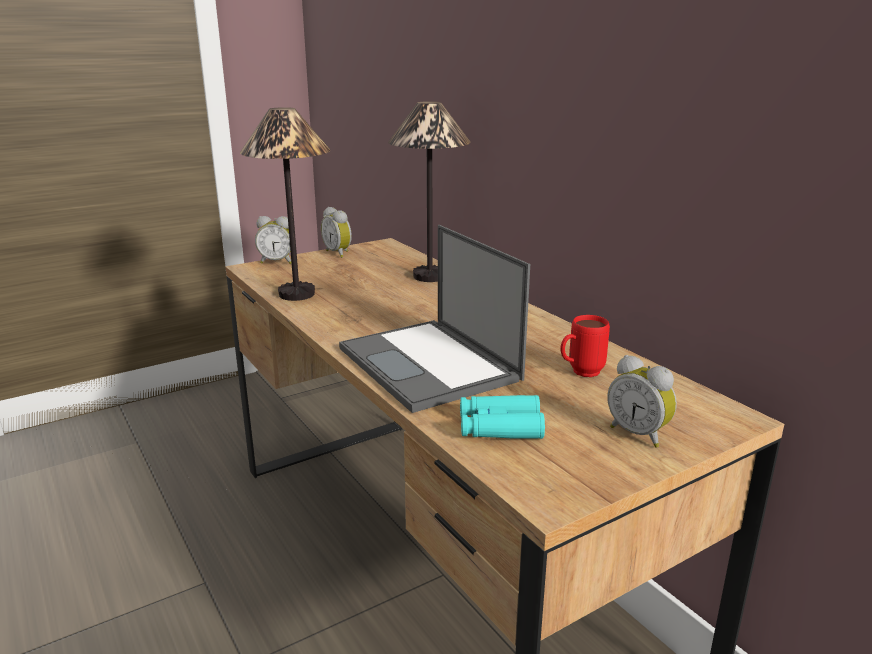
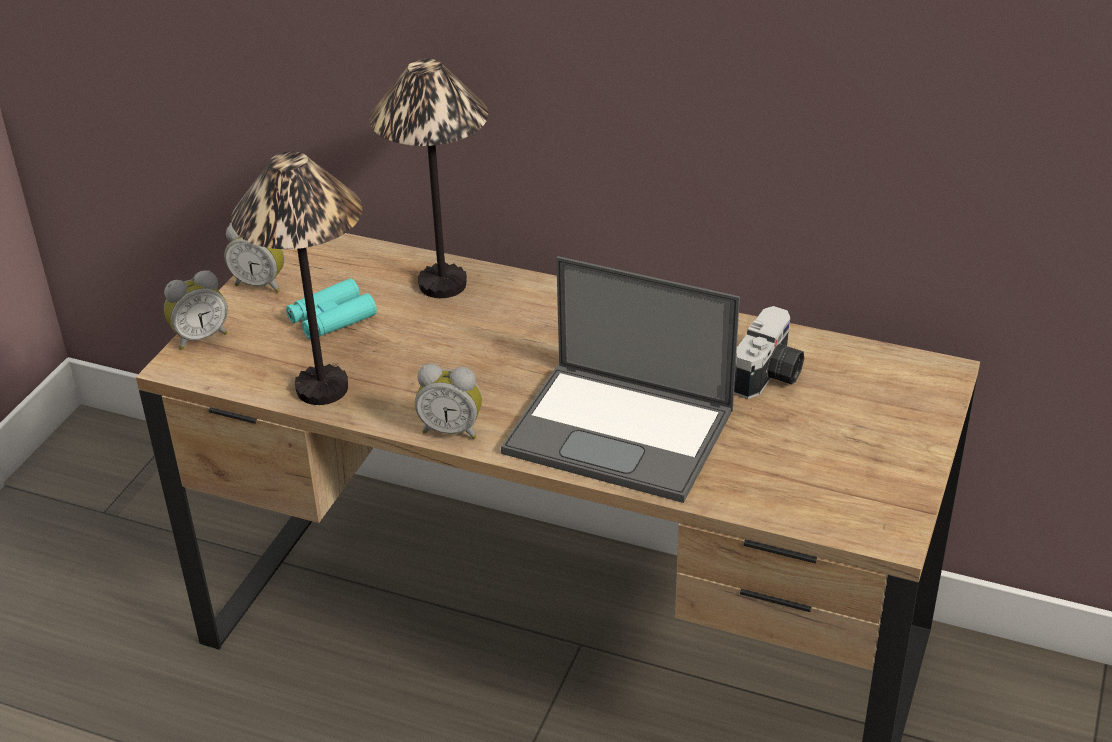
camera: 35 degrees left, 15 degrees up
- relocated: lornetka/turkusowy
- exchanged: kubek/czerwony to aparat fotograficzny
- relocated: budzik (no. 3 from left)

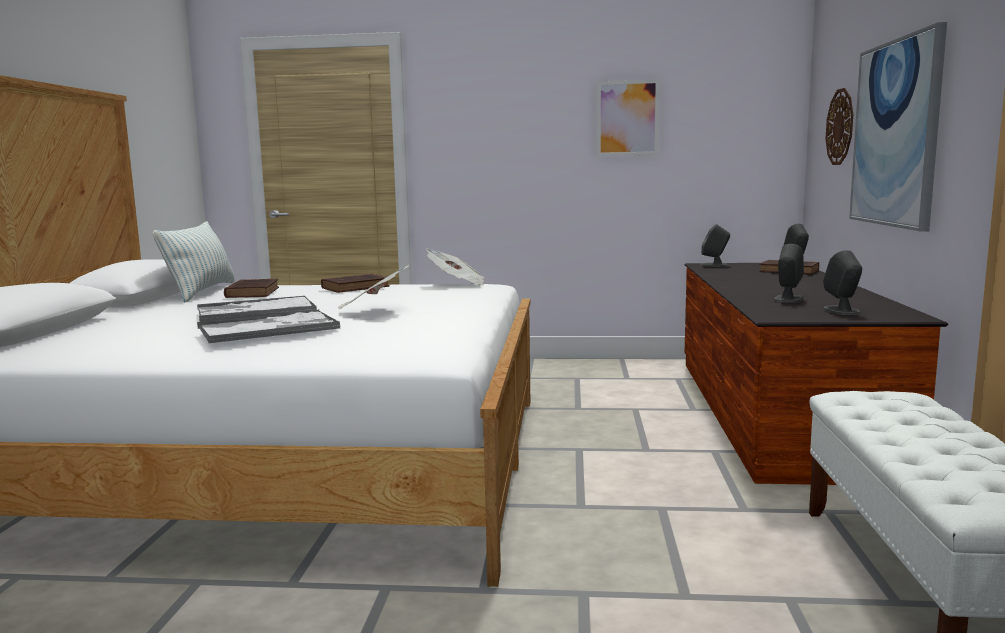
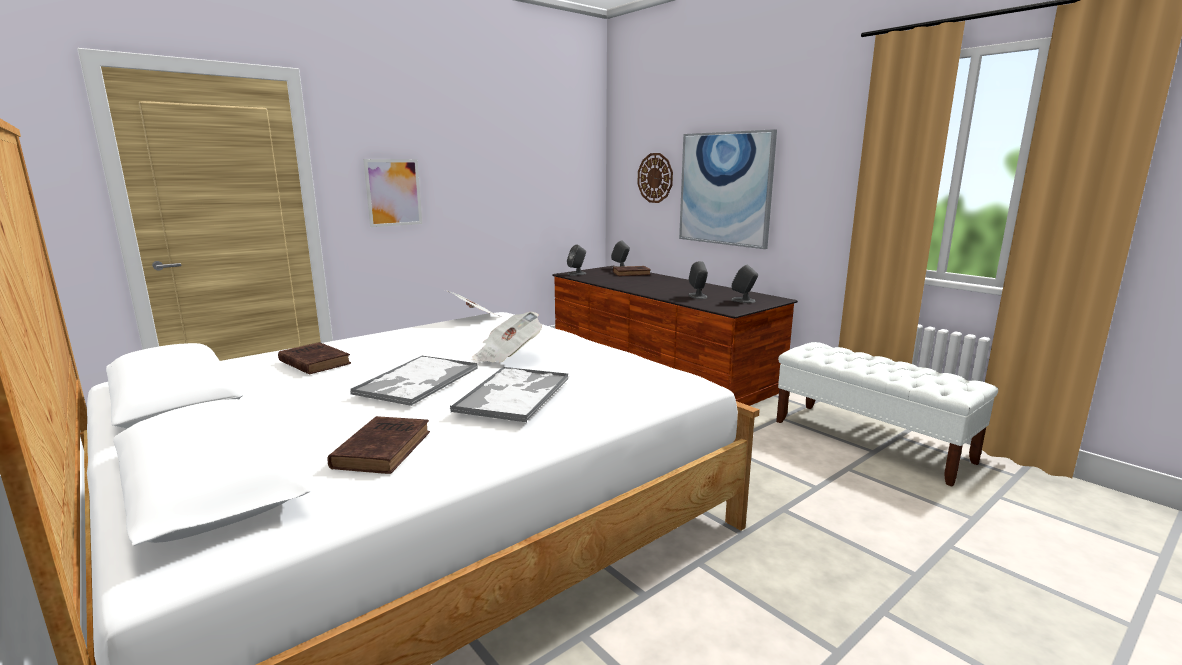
camera: 45 degrees left, 5 degrees up
- missing: poduszka
- relocated: książka/brązowy (no. 2 from left)
- relocated: obraz (no. 1 from left)

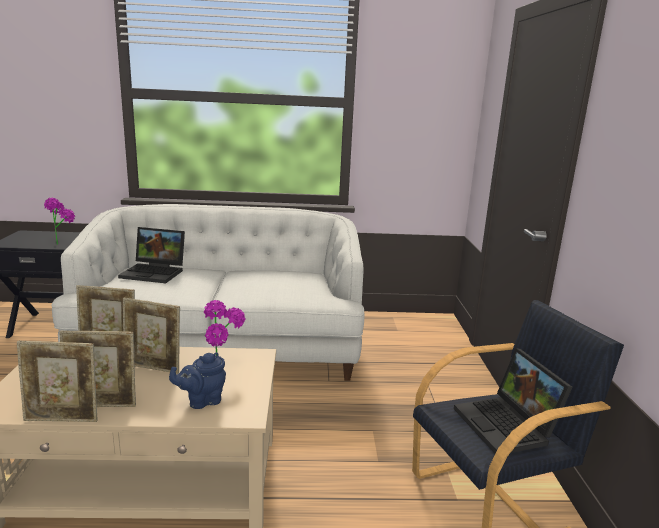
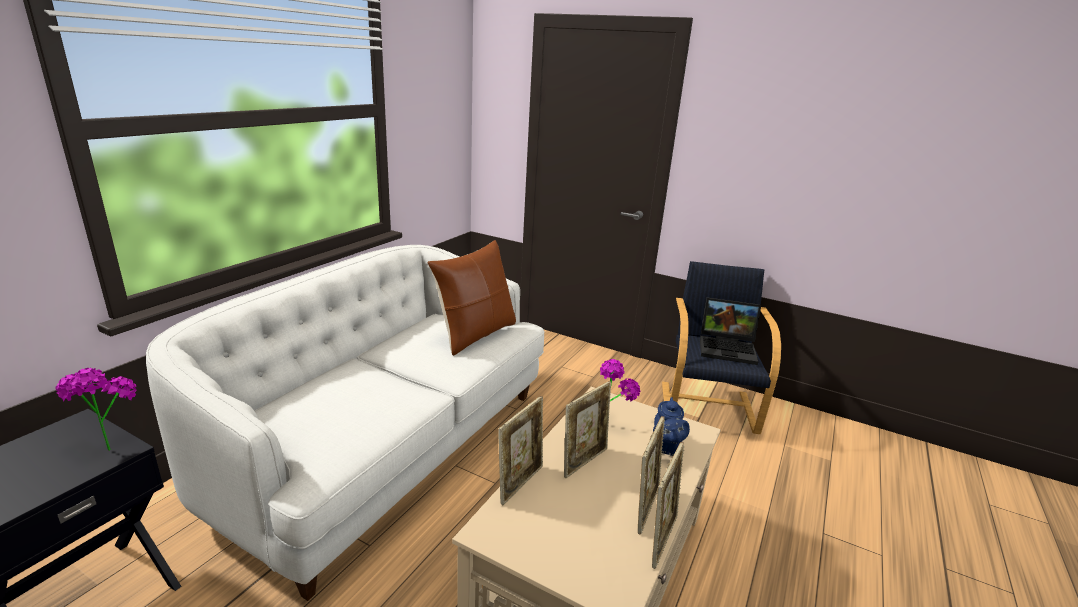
camera: 60 degrees left, 5 degrees up
- missing: laptop (no. 1 from left)
- appeared: poduszka/brązowy

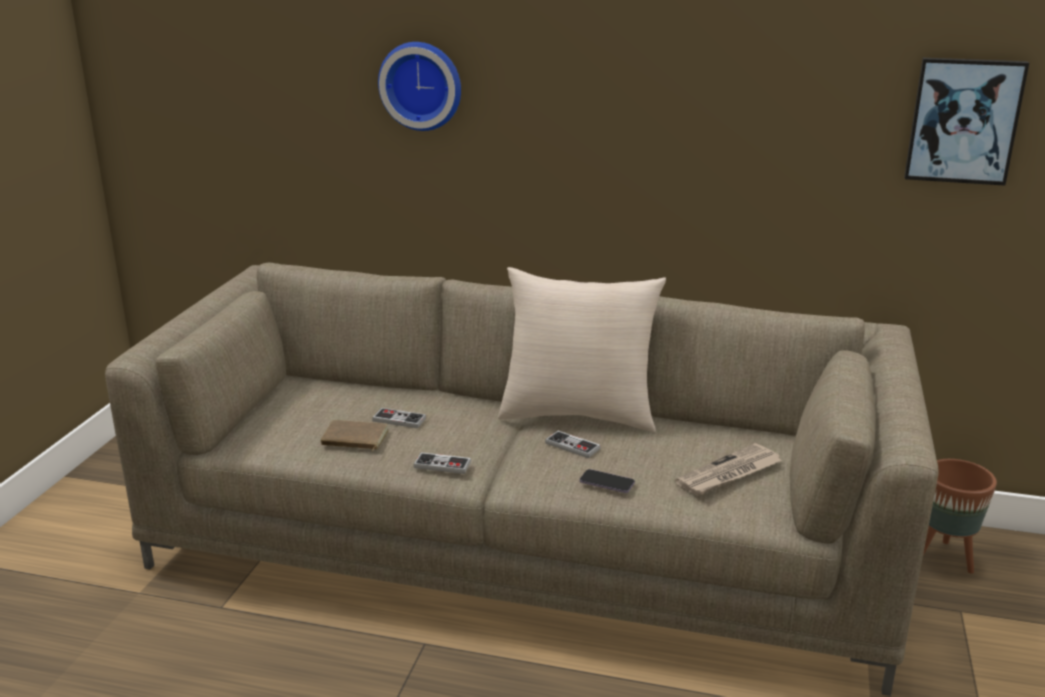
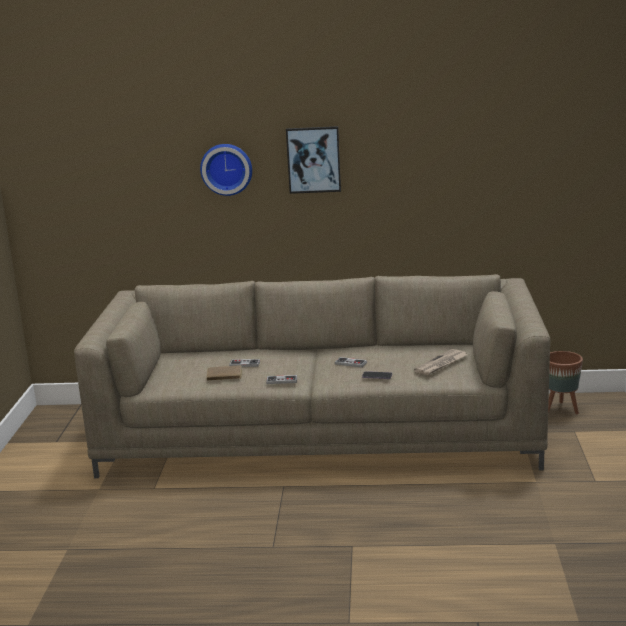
camera: 10 degrees left, 5 degrees down
- missing: poduszka/beżowy
- relocated: obraz

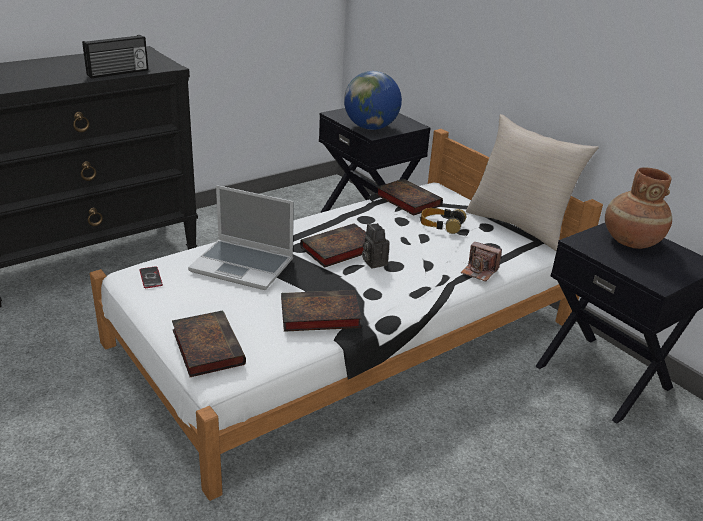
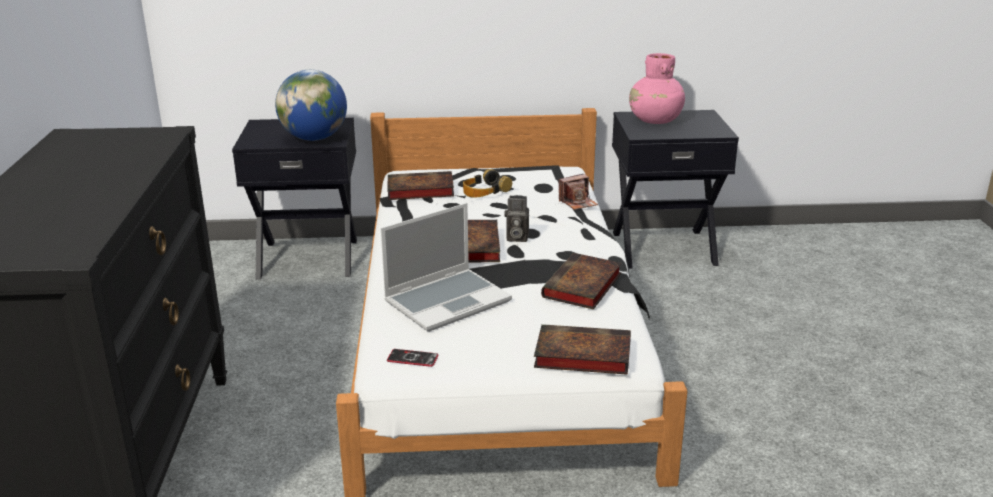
camera: 55 degrees left, 5 degrees down
- missing: radio
- missing: poduszka/beżowy
- colour: wazon/brązowy to wazon/różowy

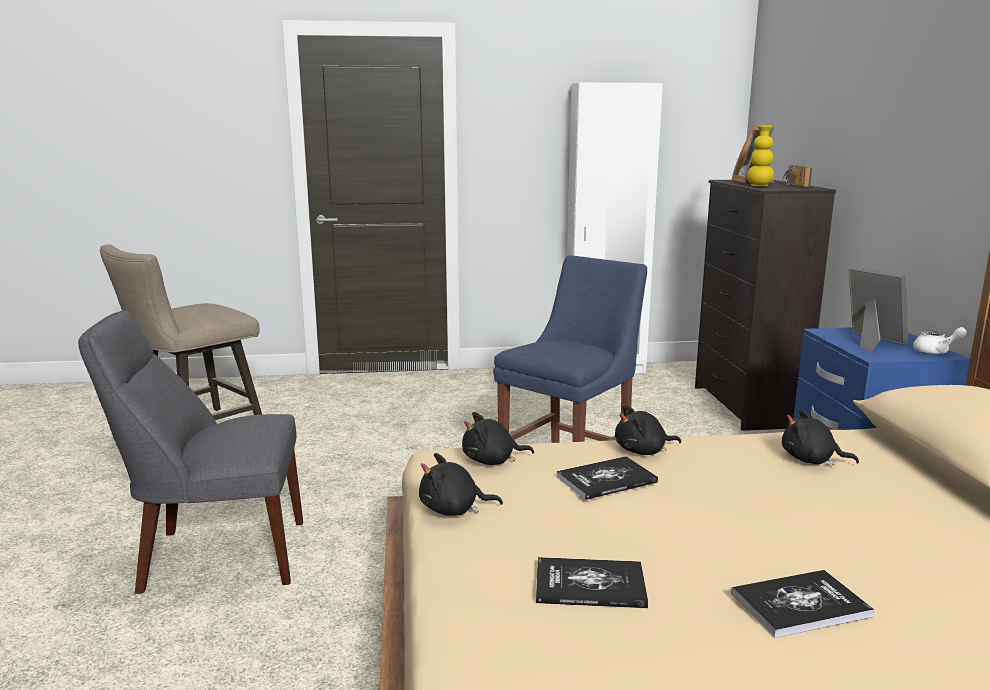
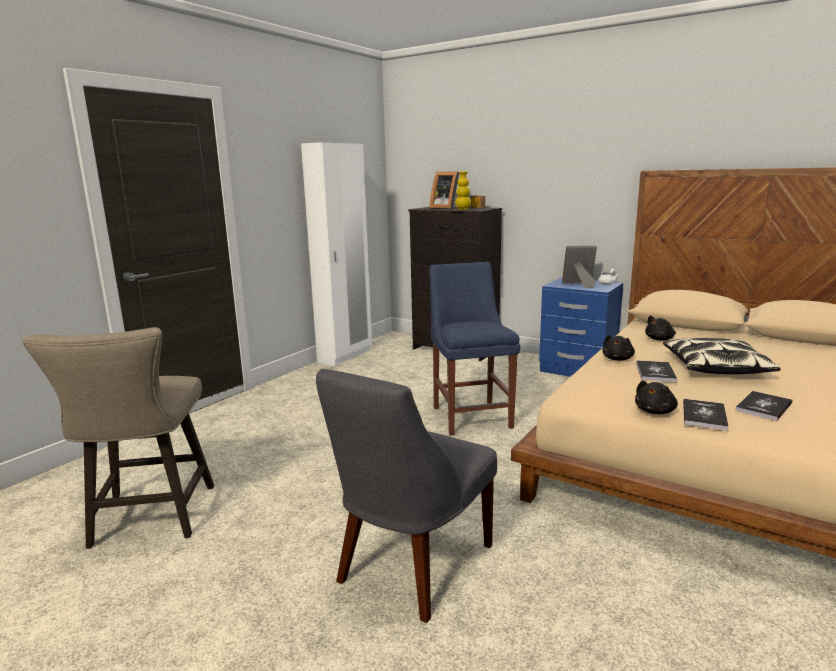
camera: 50 degrees left, 0 degrees up
- missing: pluszak/czarny (no. 2 from left)
- relocated: książka (no. 3 from left in the first image) to książka (no. 2 from left)
- appeared: poduszka

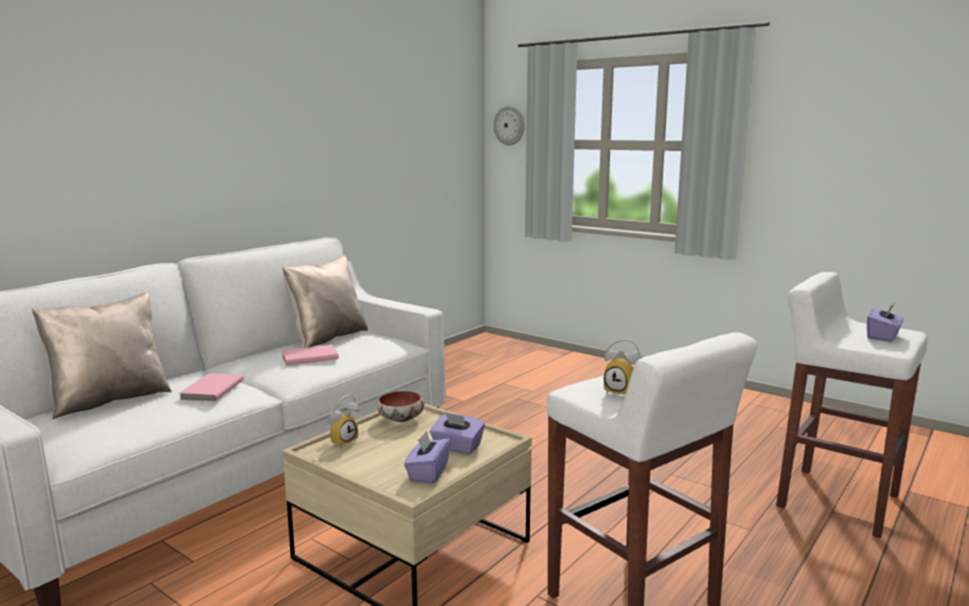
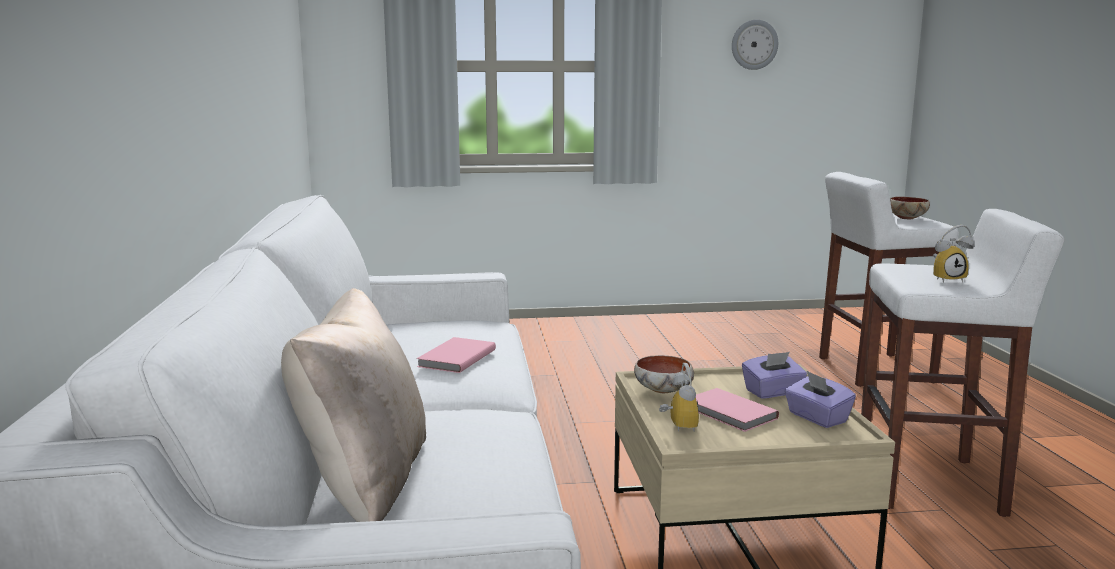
camera: 45 degrees left, 0 degrees up
- relocated: książka/różowy (no. 1 from left in the first image) to książka/różowy (no. 2 from left)
- missing: poduszka/beżowy (no. 2 from left)
- relocated: zegar ścienny
- exchanged: pudełko chusteczek/fioletowy (no. 3 from left) to miska (no. 2 from left)

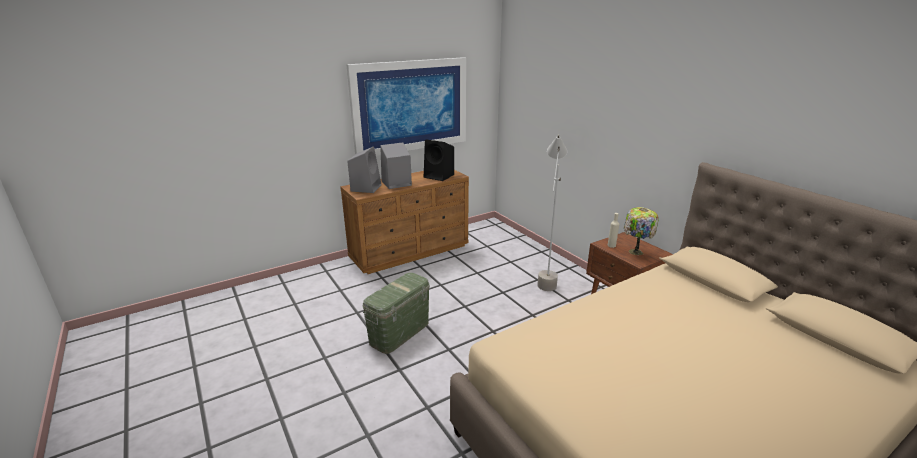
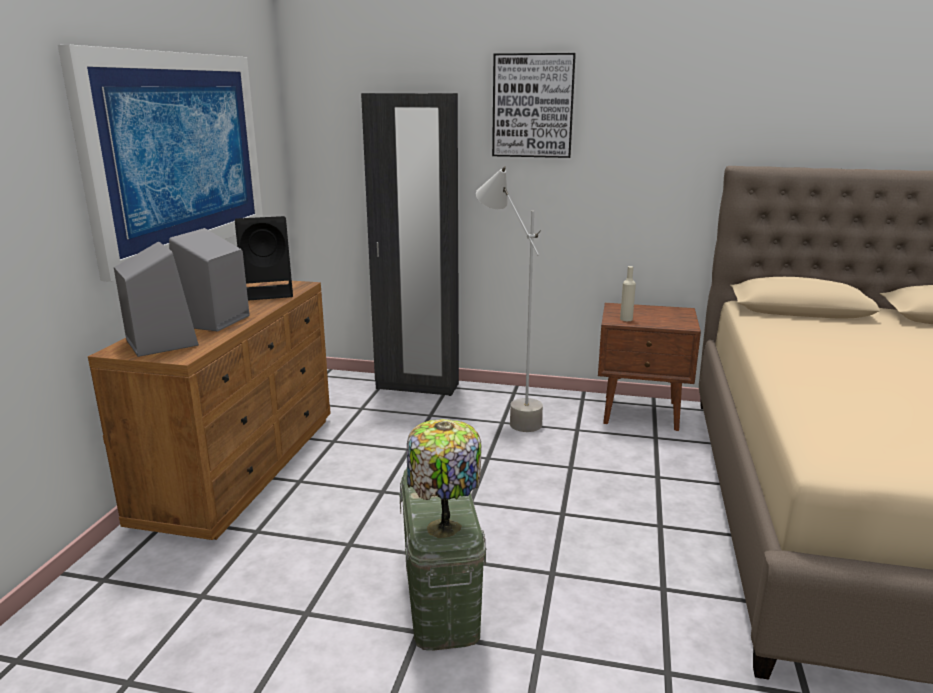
camera: 45 degrees left, 5 degrees down
- relocated: lampa stołowa
- appeared: szafa/czarny
- appeared: obraz (no. 2 from left)

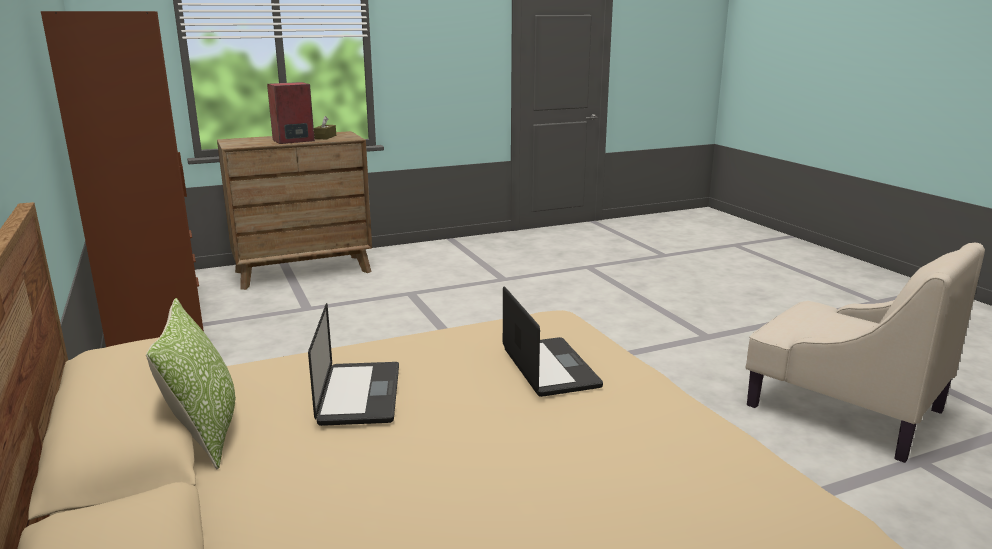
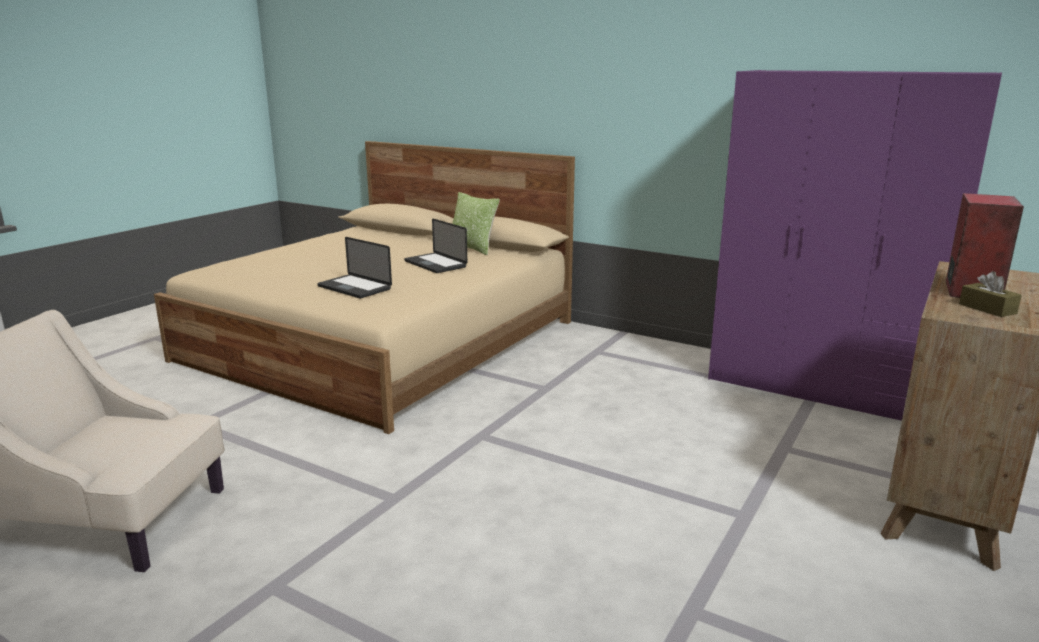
camera: 145 degrees right, 0 degrees up
- colour: szafa/brązowy to szafa/fioletowy

